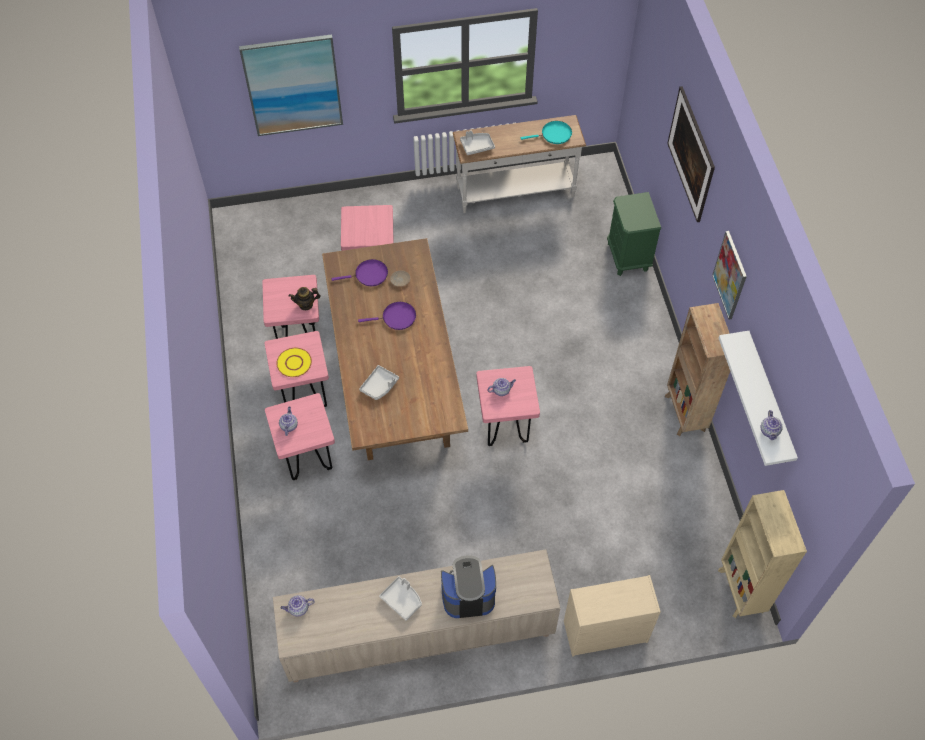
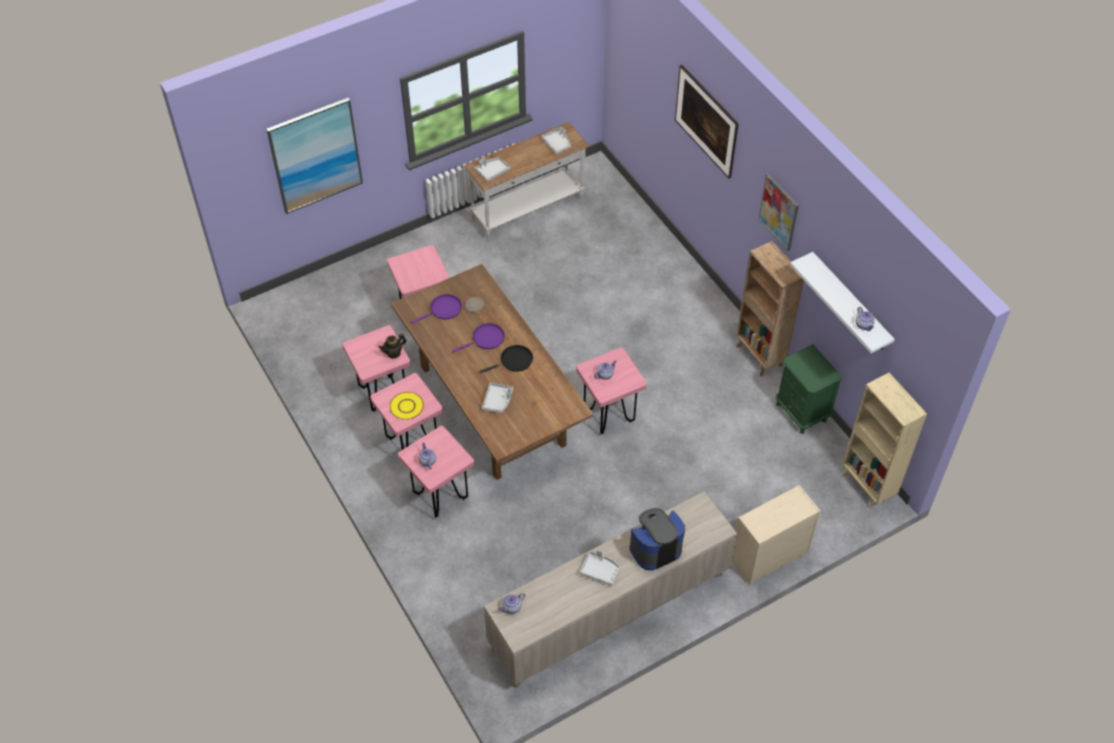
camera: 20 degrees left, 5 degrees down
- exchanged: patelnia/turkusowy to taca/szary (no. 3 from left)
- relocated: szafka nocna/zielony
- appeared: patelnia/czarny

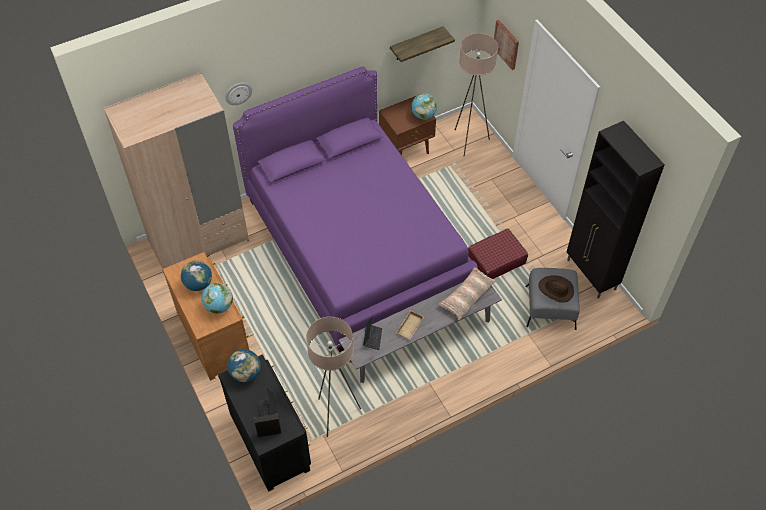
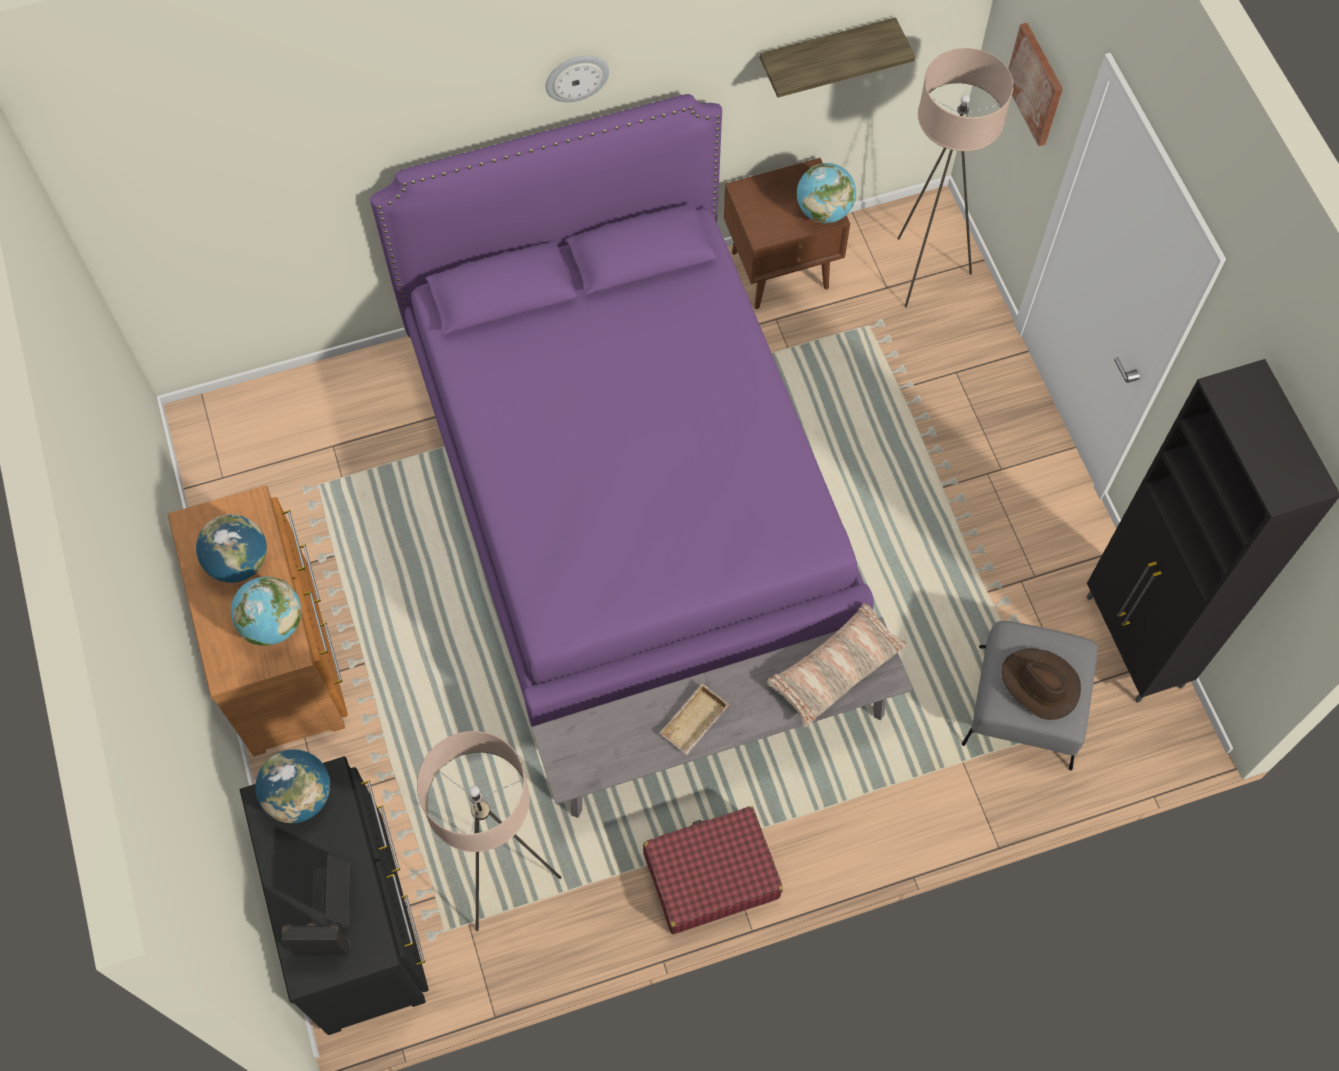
camera: 10 degrees right, 10 degrees up
- missing: szafa/beżowy
- relocated: zegar ścienny
- missing: laptop (no. 2 from left)
- relocated: walizka/czerwony

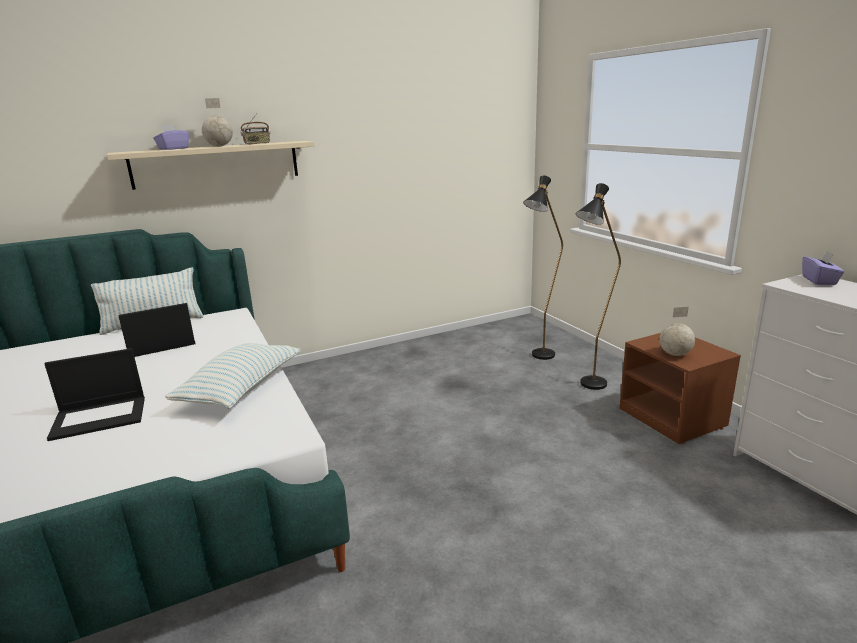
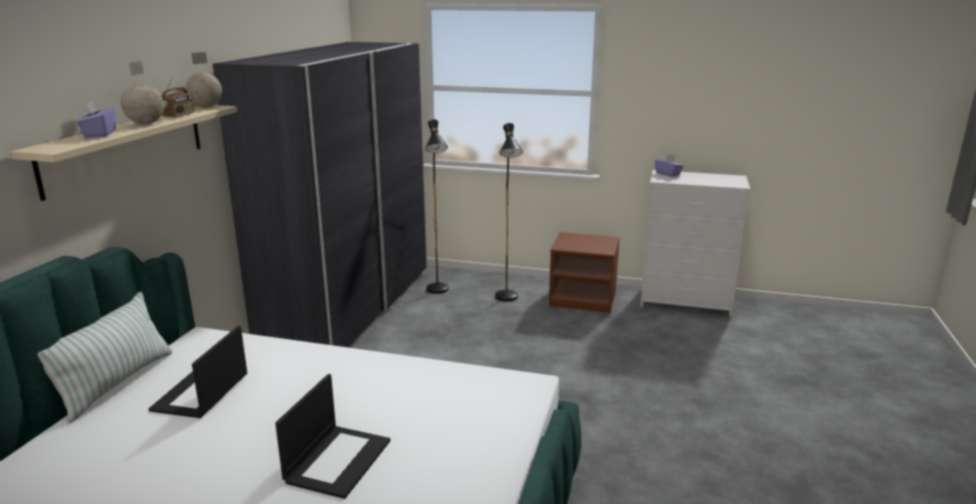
camera: 50 degrees left, 0 degrees up
- missing: poduszka (no. 2 from left)
- relocated: globus (no. 2 from left)
- appeared: szafa/szary

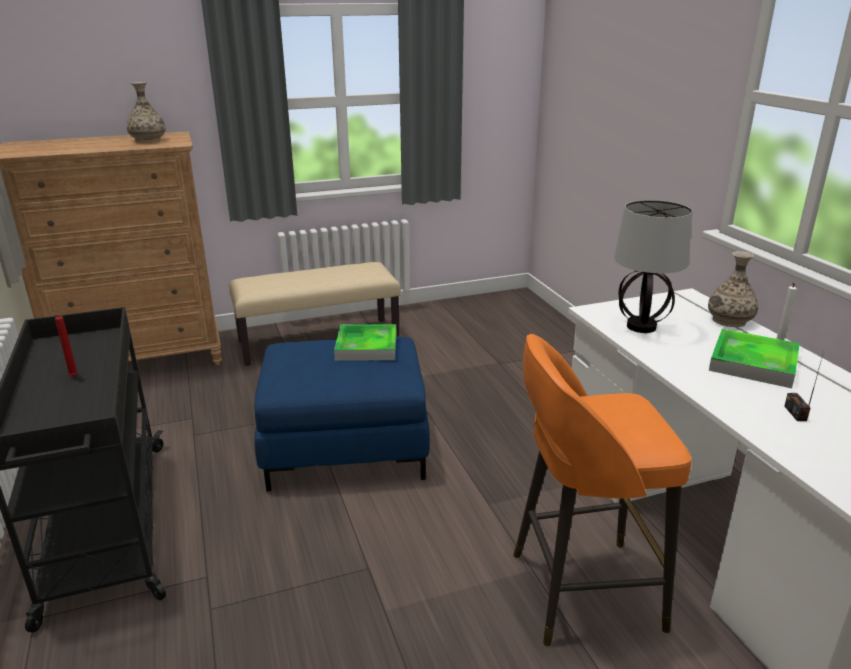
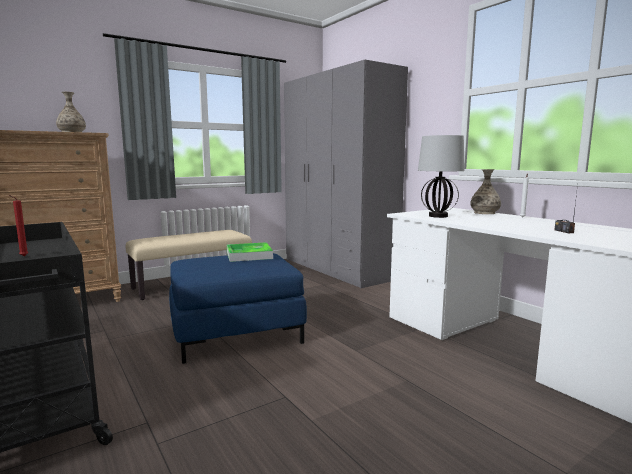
camera: 15 degrees left, 15 degrees down
- missing: stołek/pomarańczowy
- missing: taca (no. 2 from left)
- appeared: szafa/szary

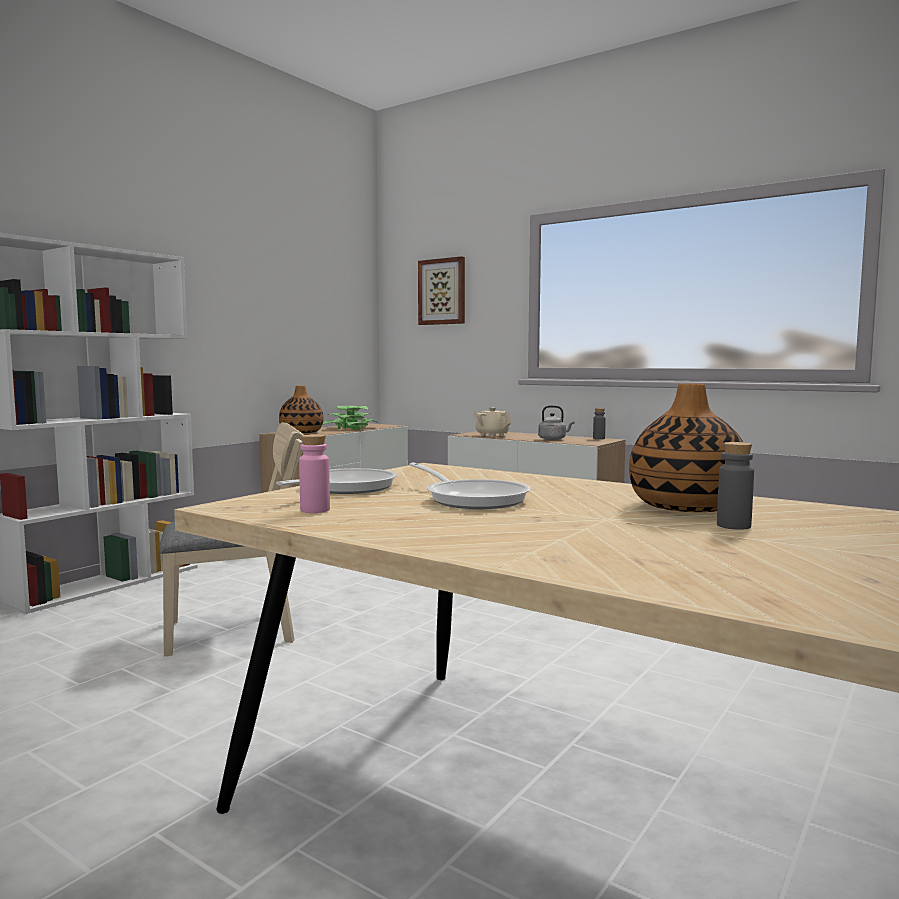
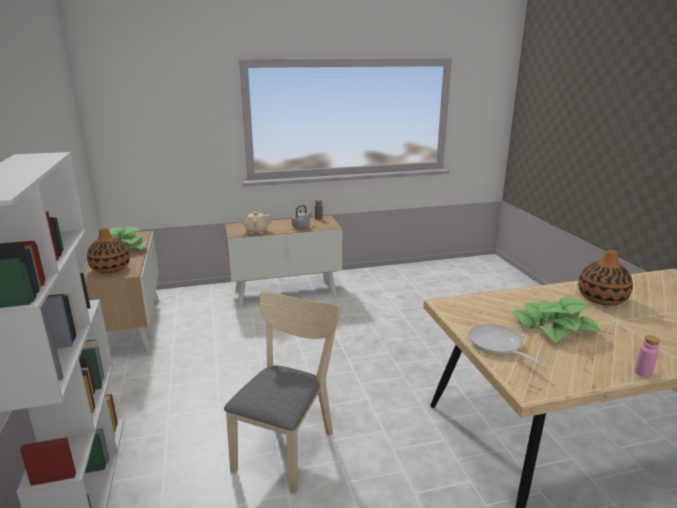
camera: 50 degrees left, 15 degrees up
- relocated: butelka/różowy
- exchanged: patelnia (no. 2 from left) to roślina doniczkowa (no. 2 from left)
- missing: obraz
- missing: butelka/szary (no. 2 from left)

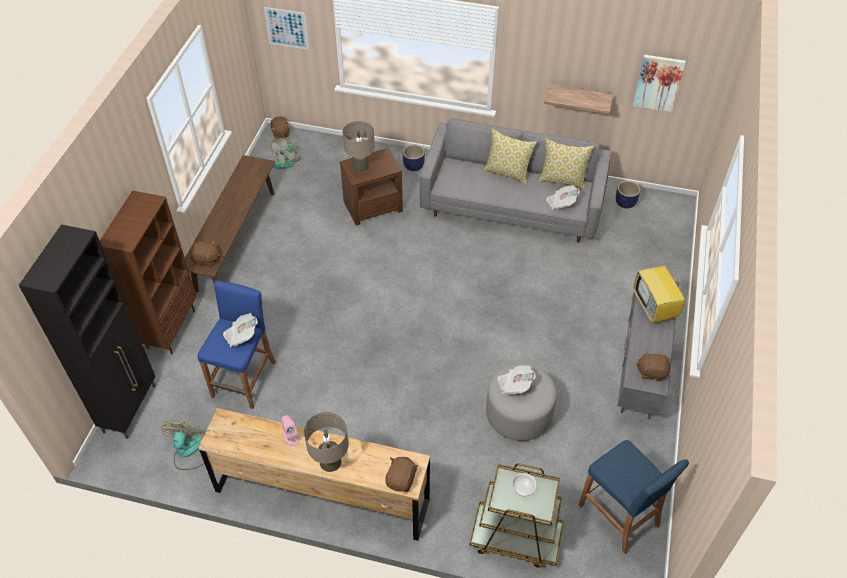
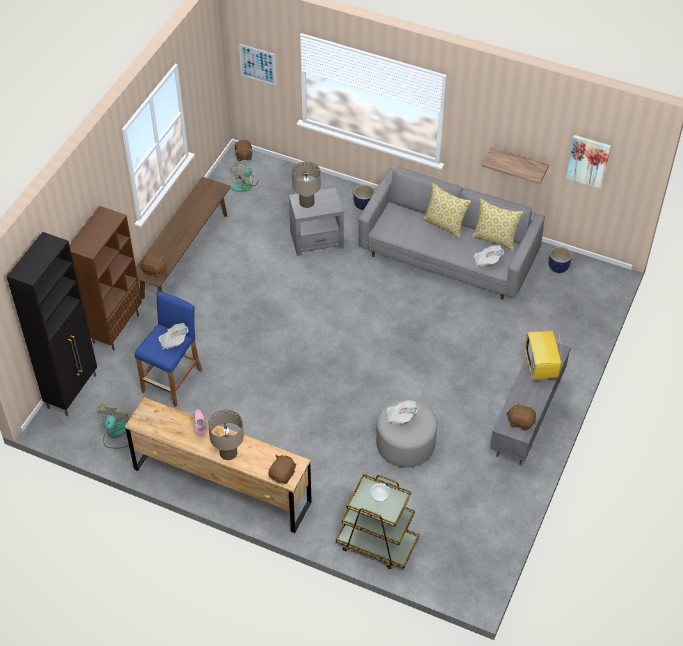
camera: 10 degrees right, 0 degrees up
- colour: stolik/brązowy to stolik/szary
- missing: stołek/niebieski (no. 2 from left)

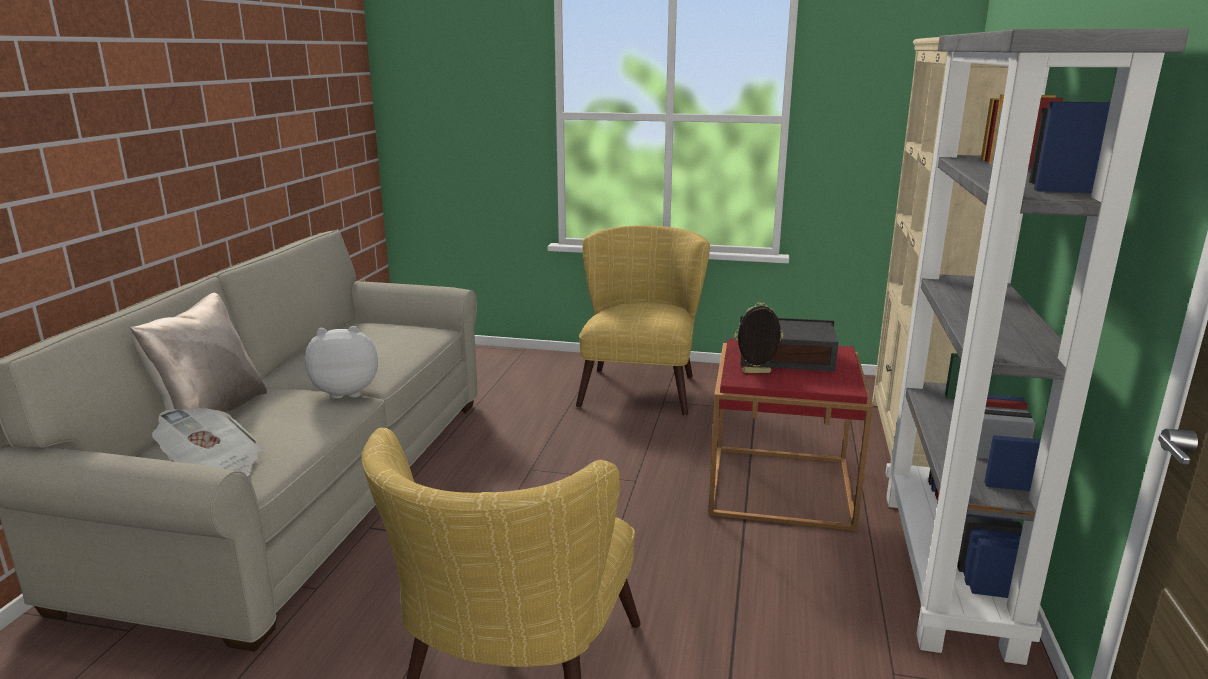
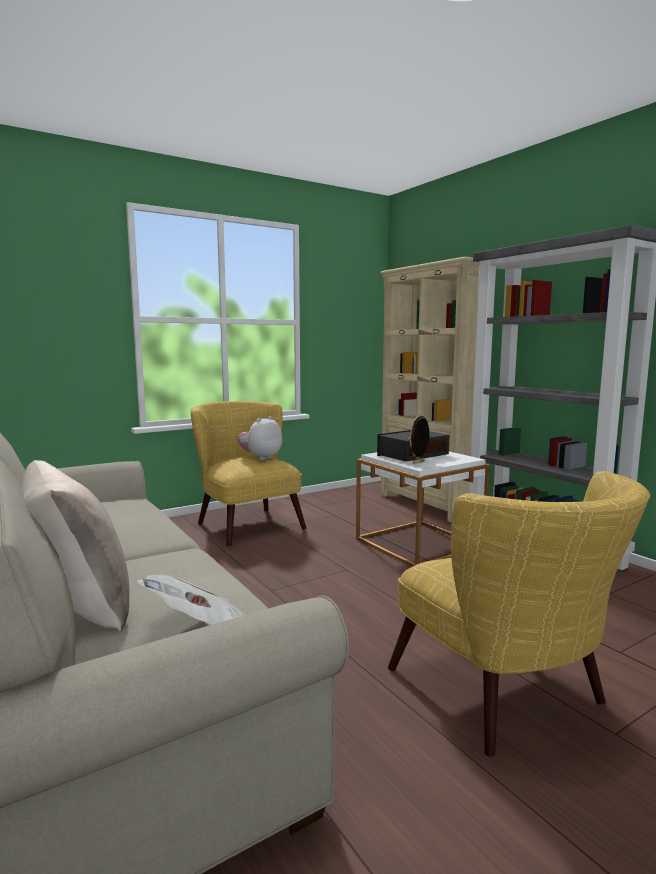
camera: 45 degrees left, 10 degrees down
- relocated: pluszak
- colour: stolik/czerwony to stolik/biały

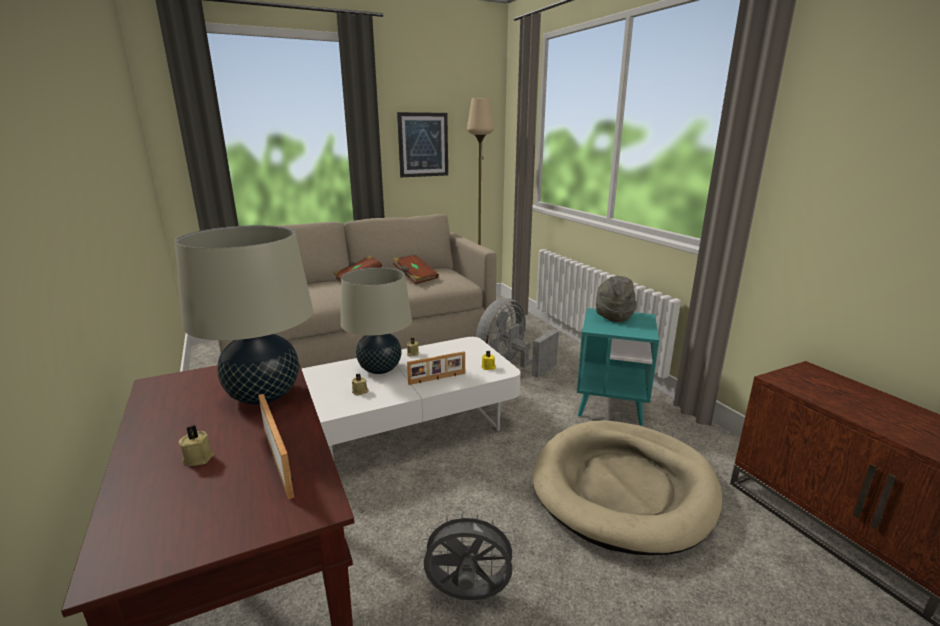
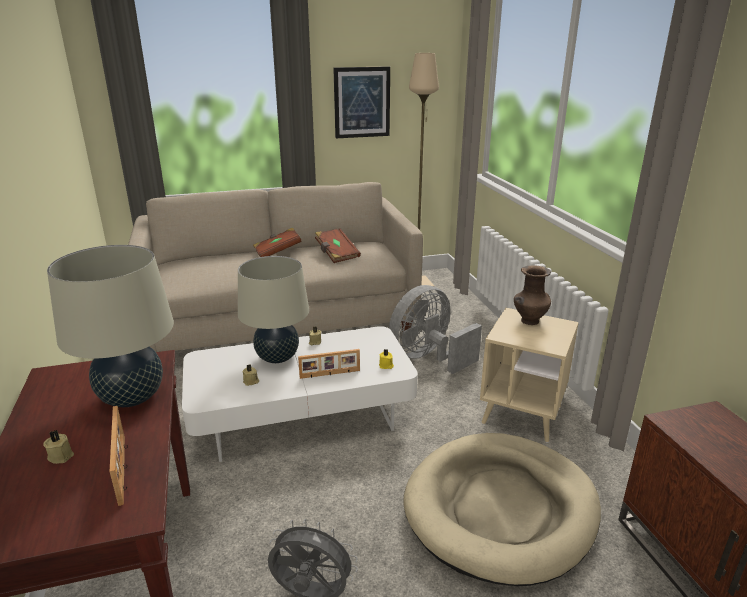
camera: 10 degrees right, 5 degrees up
- colour: stolik/turkusowy to stolik/beżowy
- exchanged: kapelusz/szary to wazon/brązowy

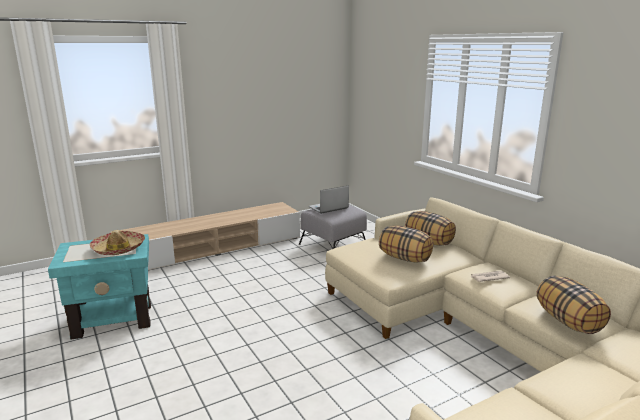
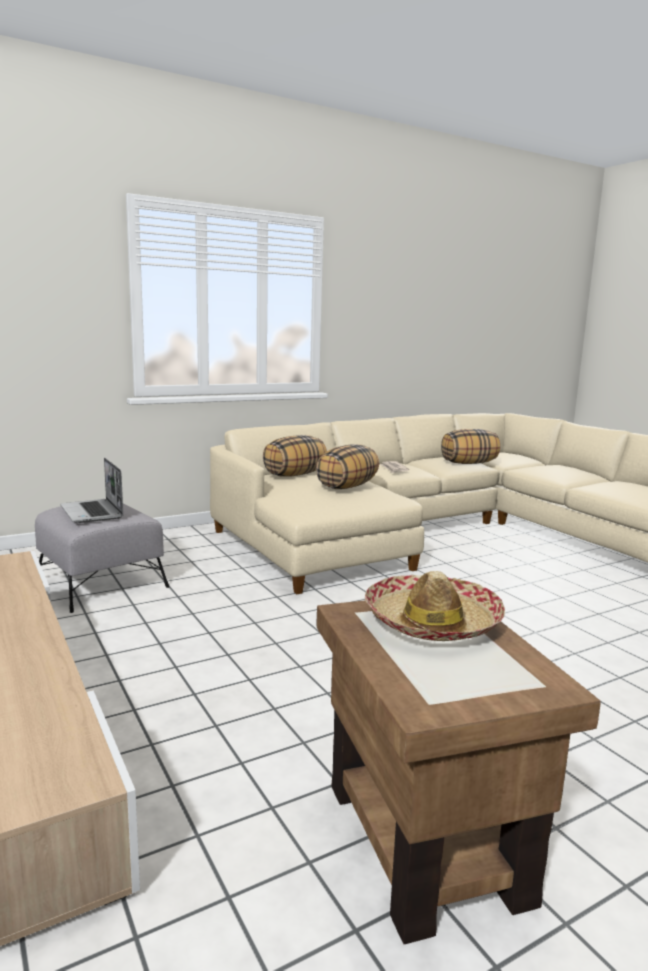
camera: 90 degrees left, 5 degrees down
- colour: stolik/turkusowy to stolik/brązowy

